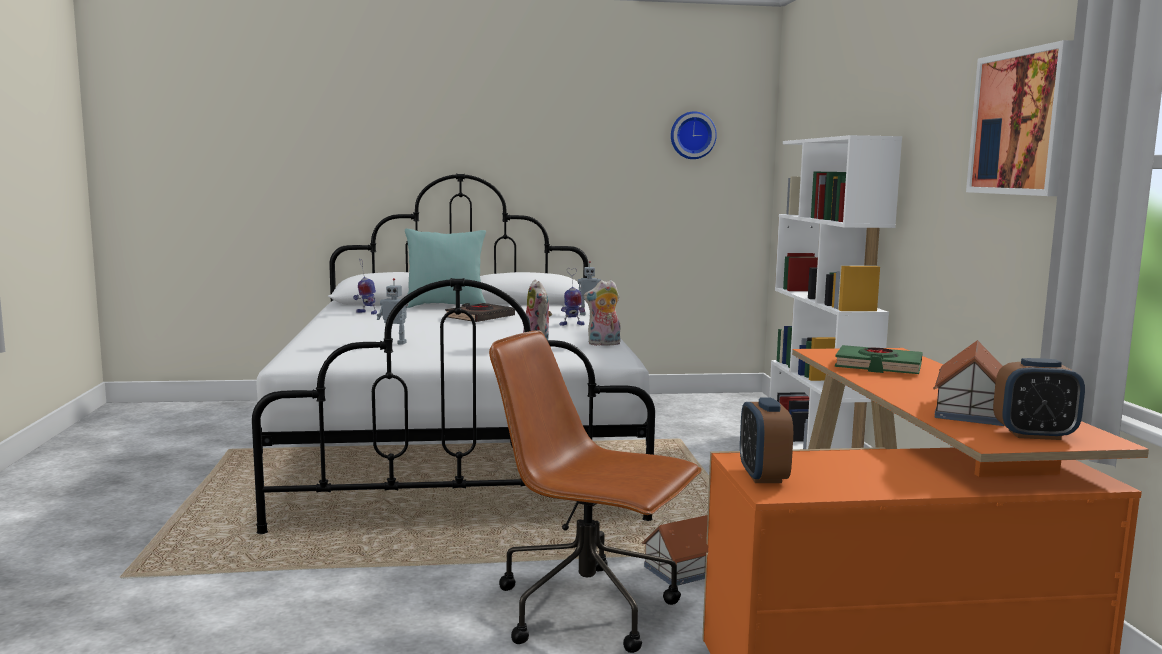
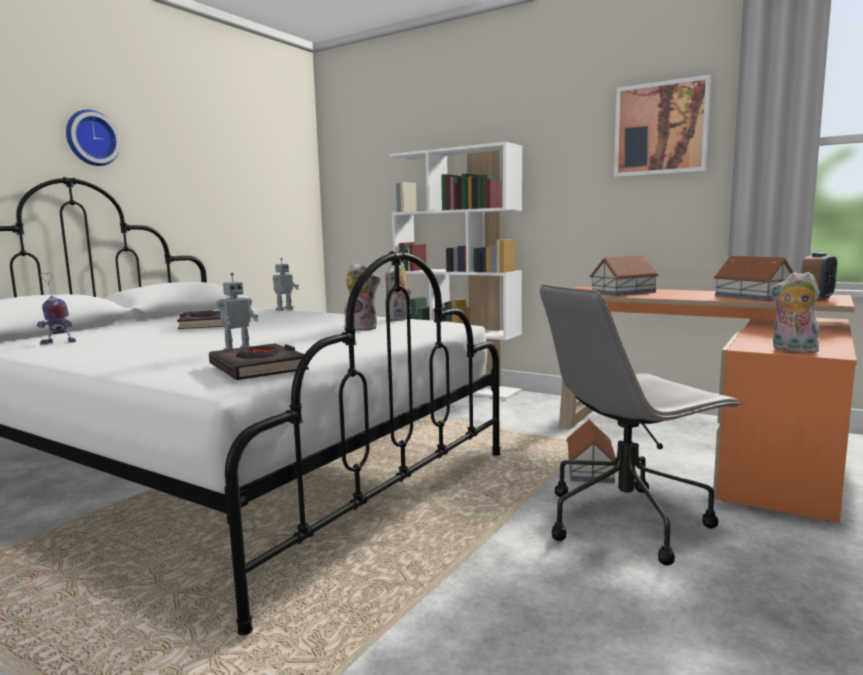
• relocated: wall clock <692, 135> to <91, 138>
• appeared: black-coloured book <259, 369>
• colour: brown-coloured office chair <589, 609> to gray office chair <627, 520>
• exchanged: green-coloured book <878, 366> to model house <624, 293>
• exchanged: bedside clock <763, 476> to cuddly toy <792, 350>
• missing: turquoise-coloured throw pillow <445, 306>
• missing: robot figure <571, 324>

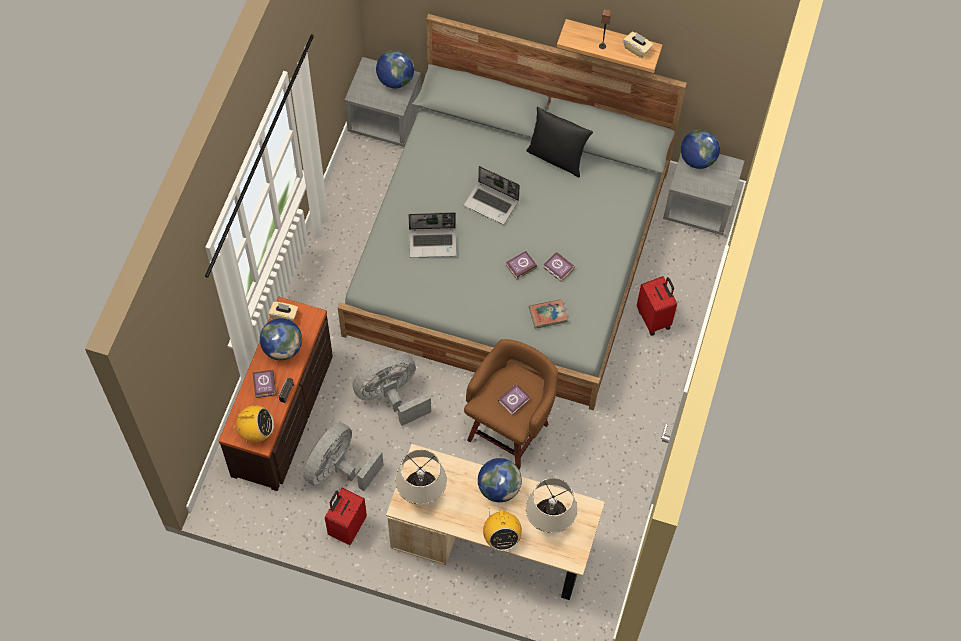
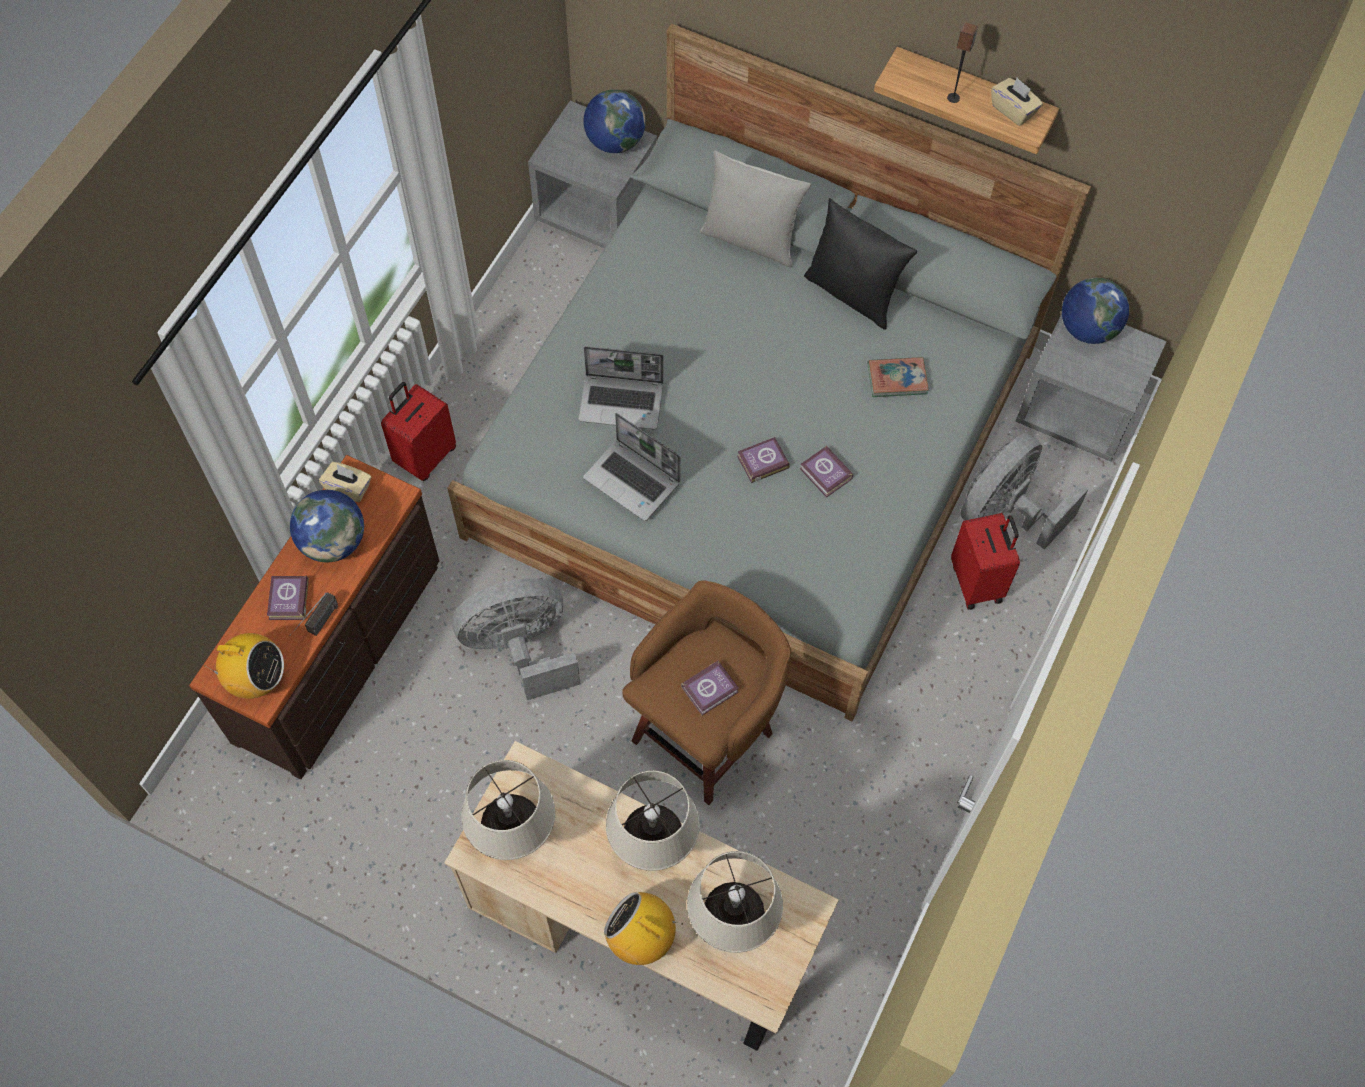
• relocated: red-coloured suitcase <347, 526> to <425, 456>
• relocated: laptop <492, 203> to <633, 481>
• spun: radio <501, 537> = <641, 937> 120 degrees clockwise
• exchanged: globe <499, 487> to beige-coloured tabletop lamp <653, 844>
• appeared: gray throw pillow <751, 239>
• relocated: book <548, 315> to <897, 379>
• relocated: gray fan <339, 469> to <1005, 512>

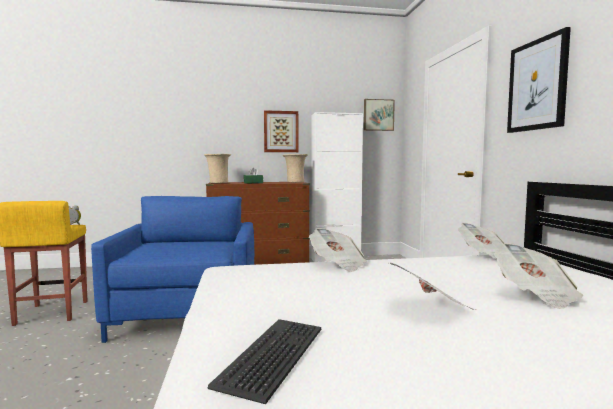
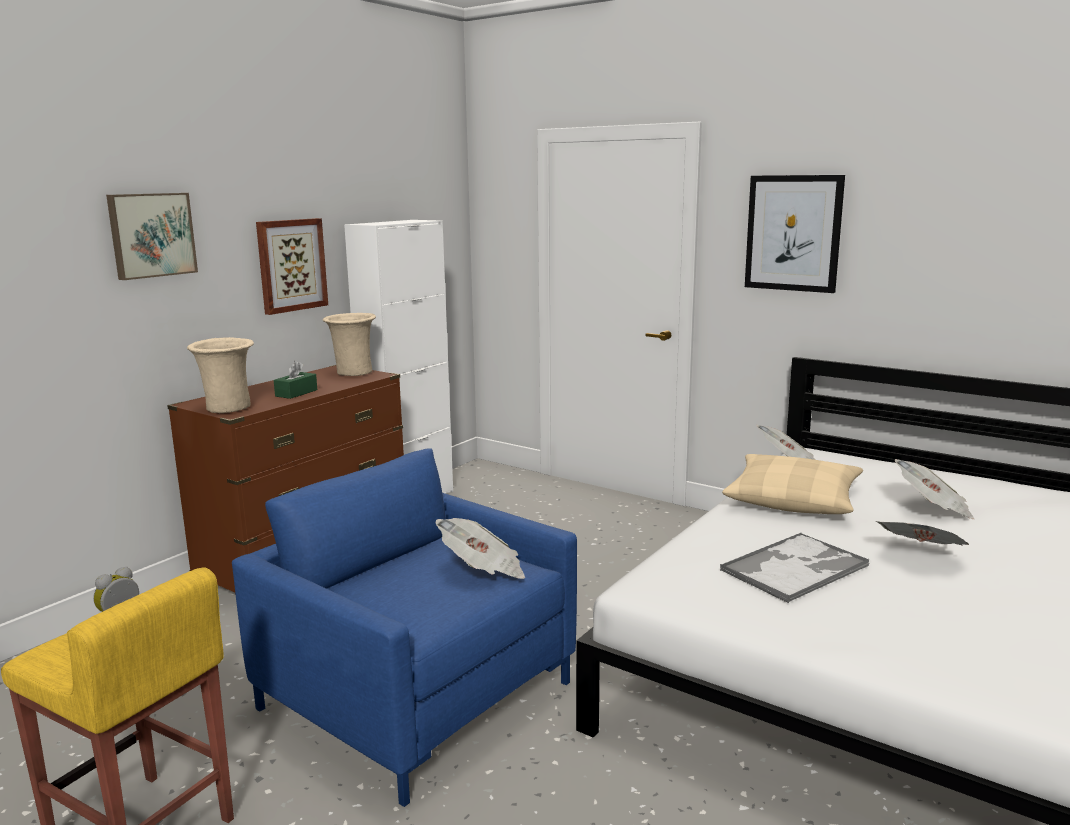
• relocated: wall art <378, 115> to <151, 235>
• relocated: daily paper <337, 264> to <483, 570>
• appeared: carrying tray <795, 568>
• appeared: beige-coloured throw pillow <793, 498>
• missing: PC keyboard <274, 356>

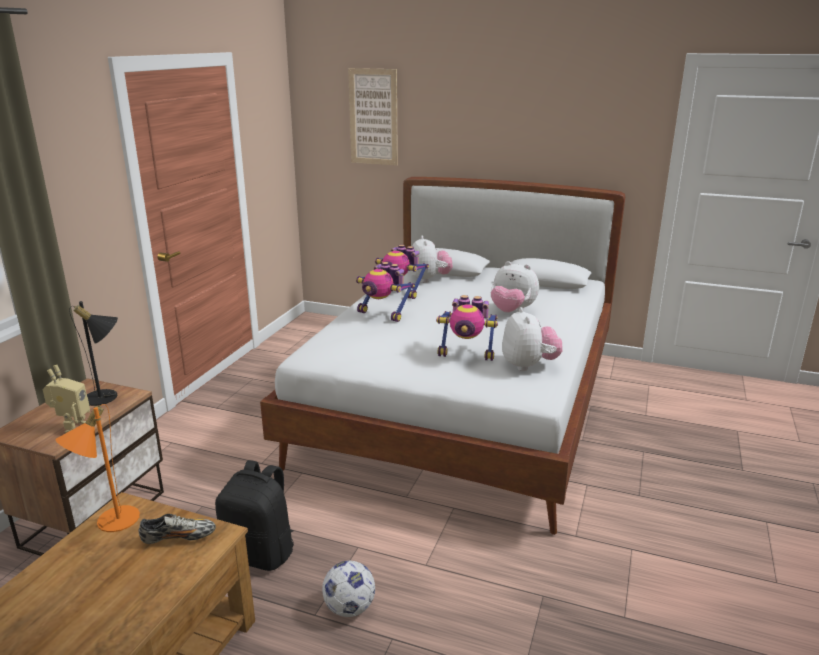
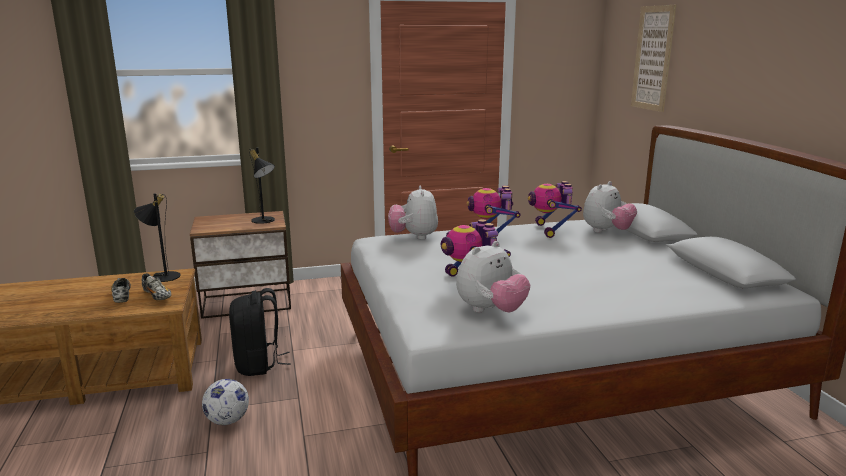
• appeared: low shoe <122, 296>
• colour: orange tabletop lamp <109, 521> to black-coloured tabletop lamp <162, 275>
• relocated: cuddly toy <512, 311> to <414, 237>
• missing: robot figure <72, 427>

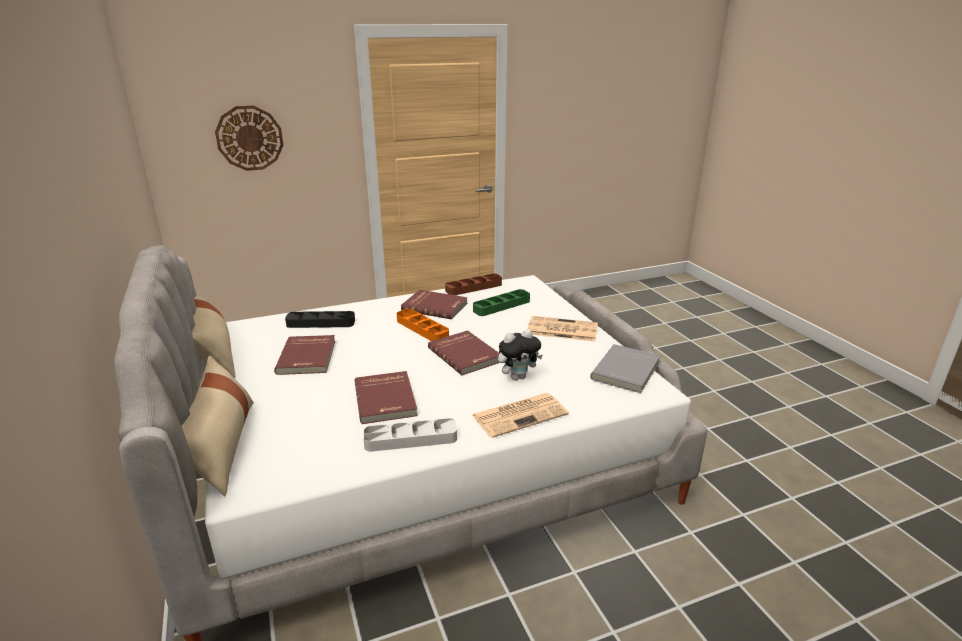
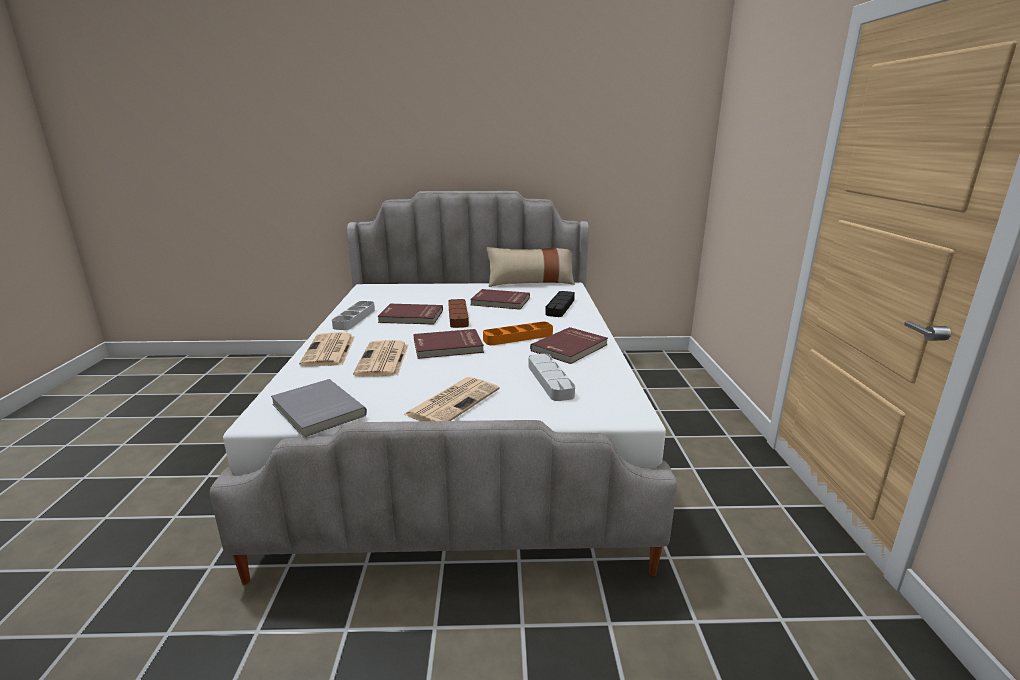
• exchanged: cuddly toy <518, 377> to daily paper <383, 360>
• relocated: brown-coloured carrying tray <473, 287> to <458, 316>
• colour: green-coloured carrying tray <501, 306> to gray carrying tray <550, 380>
• missing: beige-coloured throw pillow <222, 445>
• missing: wall clock <249, 138>

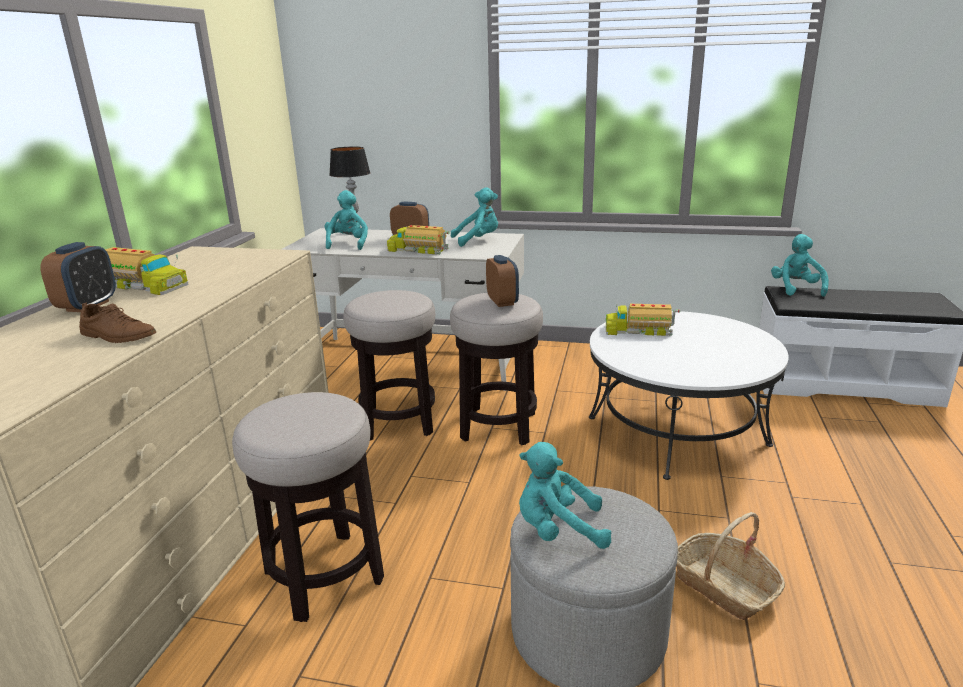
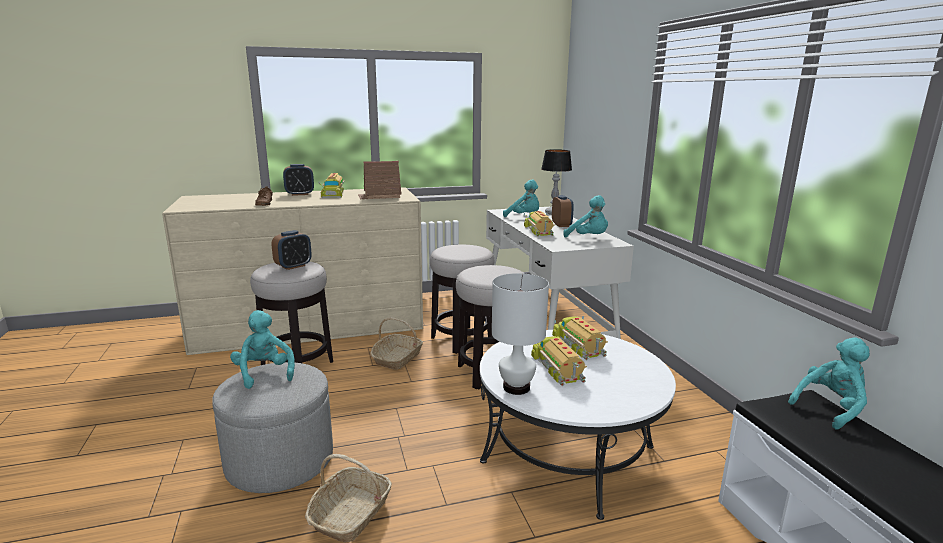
• relocated: bedside clock <502, 302> to <293, 266>
• appeared: model house <380, 196>
• appeared: storage basket <397, 358>
• appeared: whitish tabletop lamp <515, 387>
• spun: turquoise-coloured cuddly toy <348, 244> = <524, 217> 60 degrees clockwise
• appeared: model truck <558, 368>

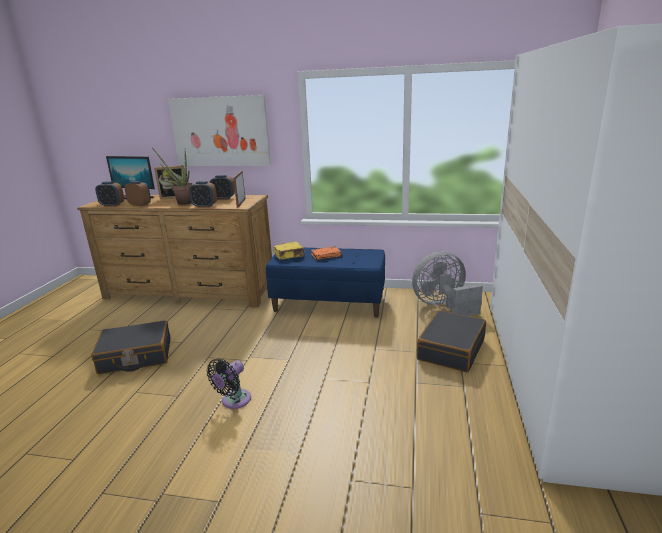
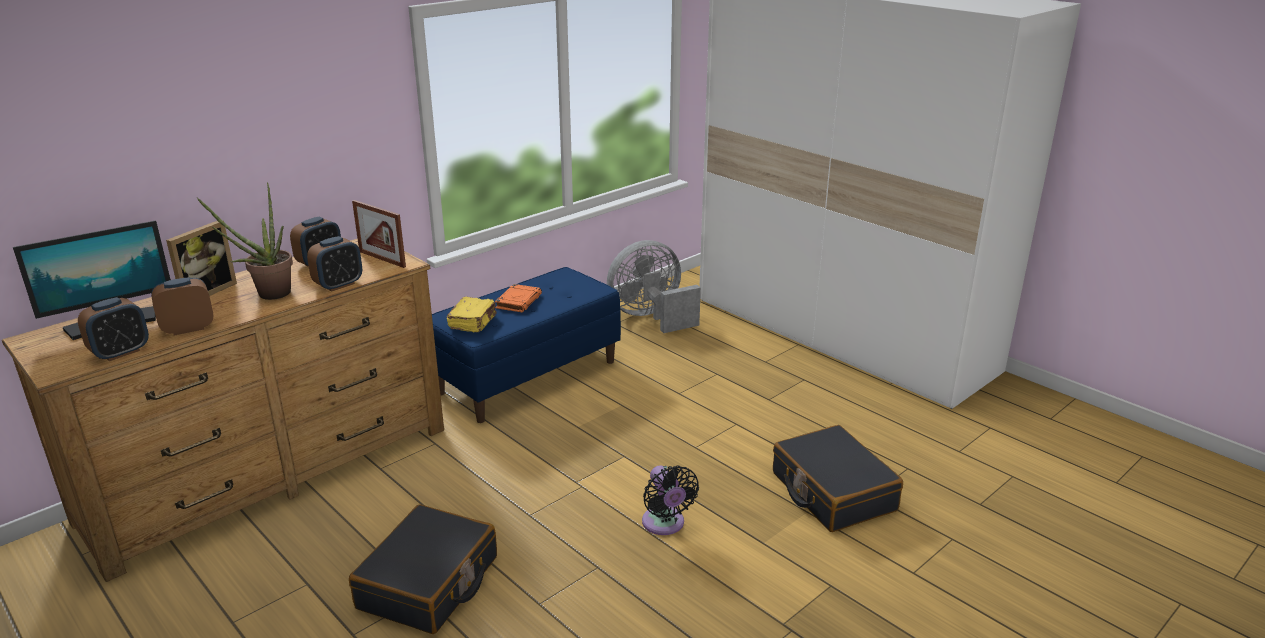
• spun: gray fan <443, 306> = <651, 317> 45 degrees clockwise
• relocated: black-coloured suitcase <450, 349> to <832, 492>
• missing: wall art <220, 131>

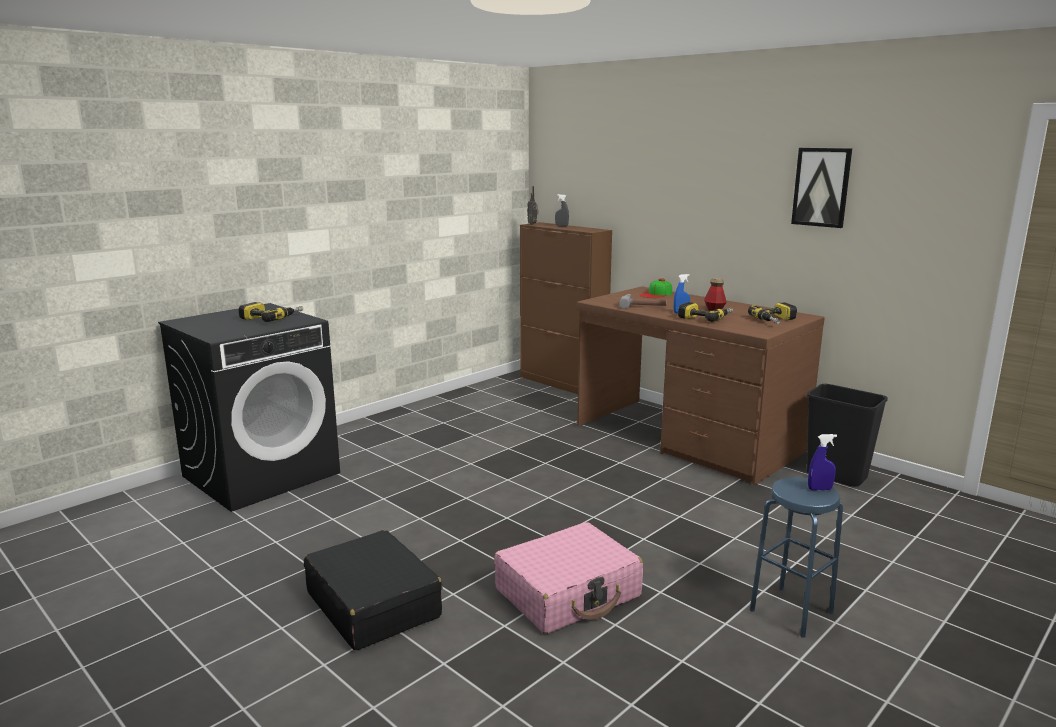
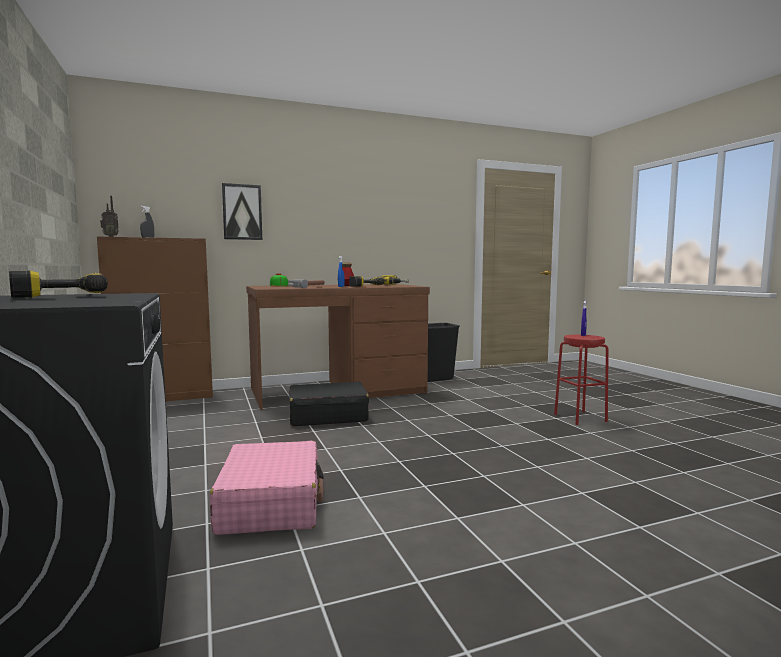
• relocated: pinkish suitcase <568, 593> to <271, 503>
• relocated: wall art <821, 187> to <242, 212>
• relocated: black-coloured suitcase <373, 604> to <327, 416>
• colour: bluish sitting stool <791, 611> to red-coloured sitting stool <580, 417>

